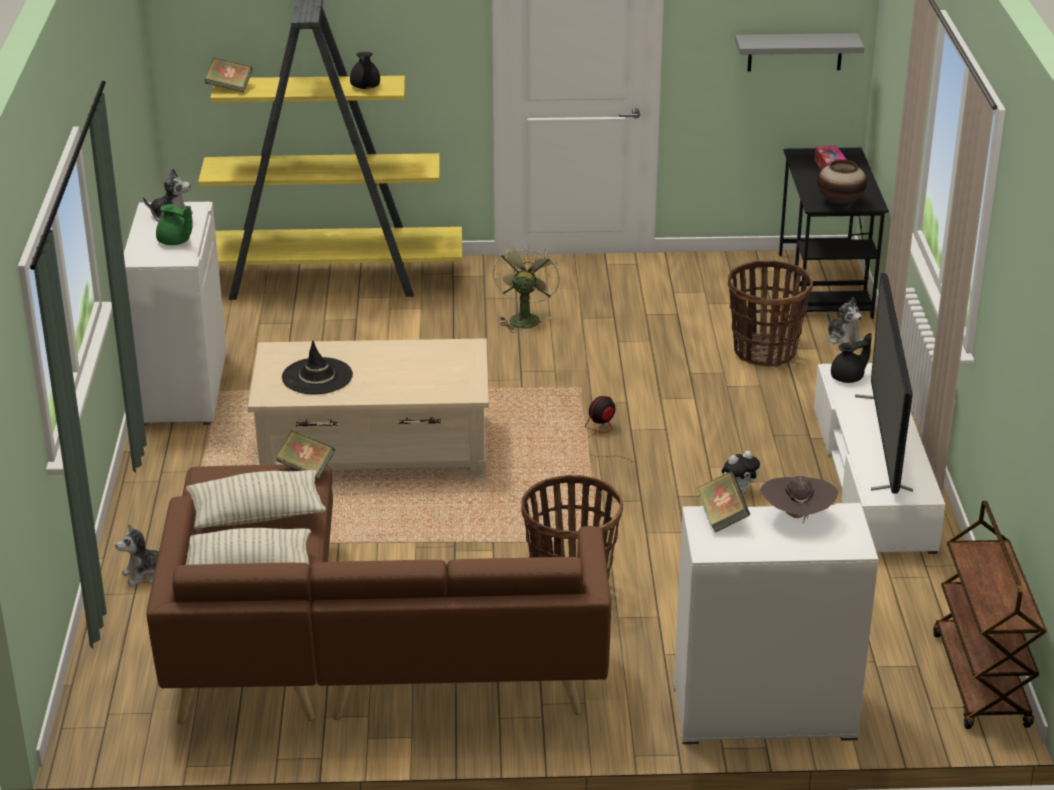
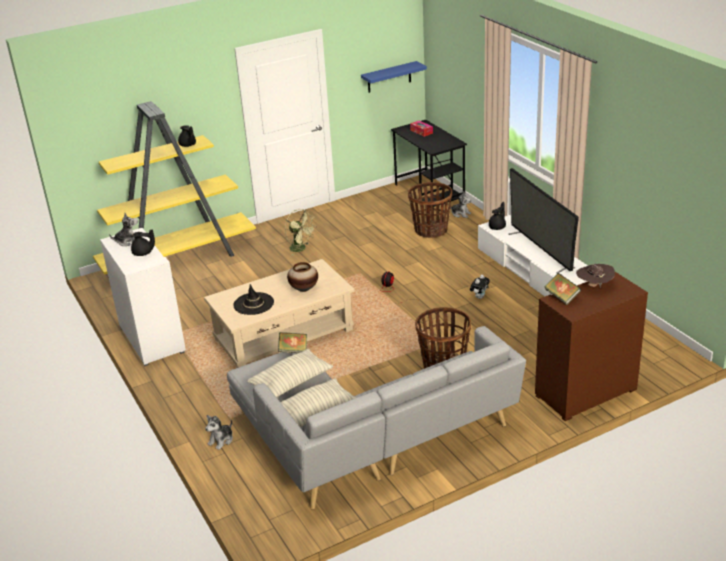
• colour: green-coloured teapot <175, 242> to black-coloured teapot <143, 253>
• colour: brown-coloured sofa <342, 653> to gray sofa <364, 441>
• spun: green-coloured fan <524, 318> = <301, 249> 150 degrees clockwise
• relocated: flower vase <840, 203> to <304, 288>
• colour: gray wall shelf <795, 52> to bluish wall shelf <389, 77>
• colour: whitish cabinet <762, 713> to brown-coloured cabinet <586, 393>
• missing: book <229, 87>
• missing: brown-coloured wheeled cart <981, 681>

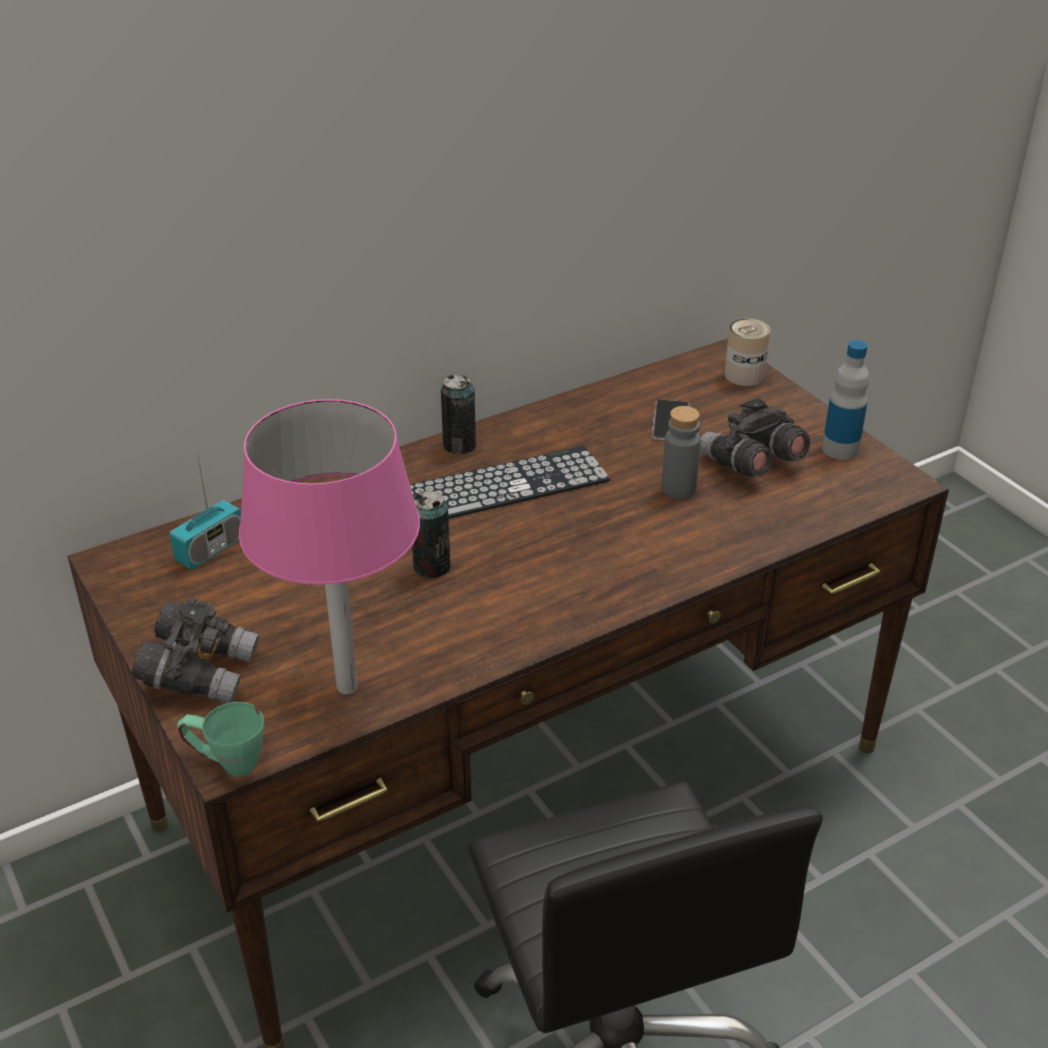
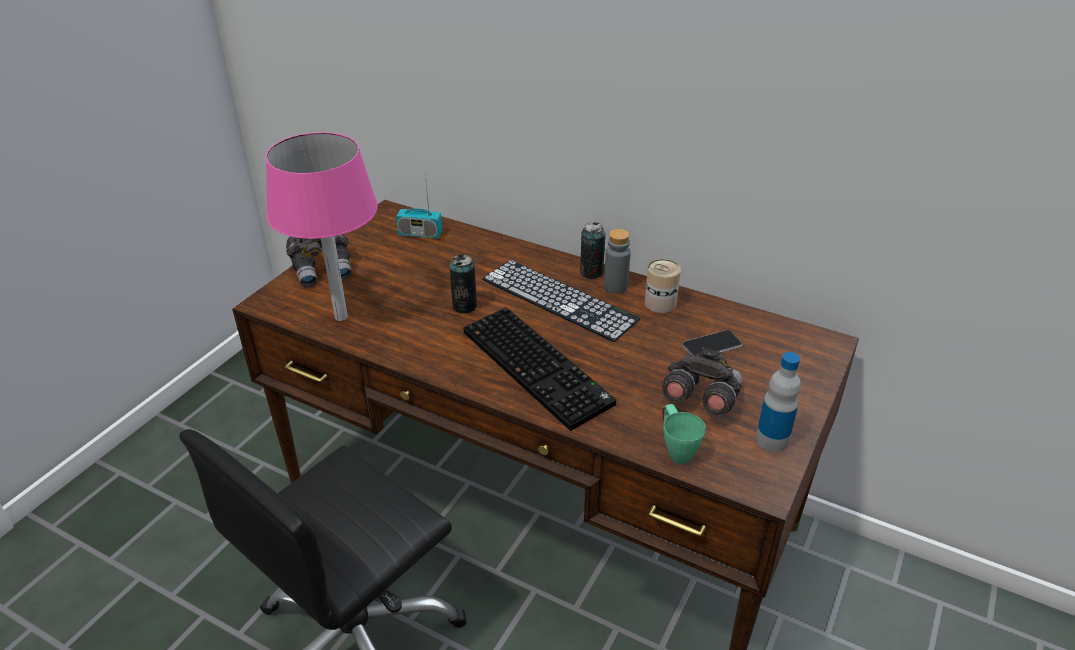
• appeared: PC keyboard <539, 367>
• relocated: gray beverage bottle <678, 488> to <615, 287>
• relocated: metal can <744, 375> to <660, 303>
• relocated: green-coloured mug <226, 763> to <676, 449>

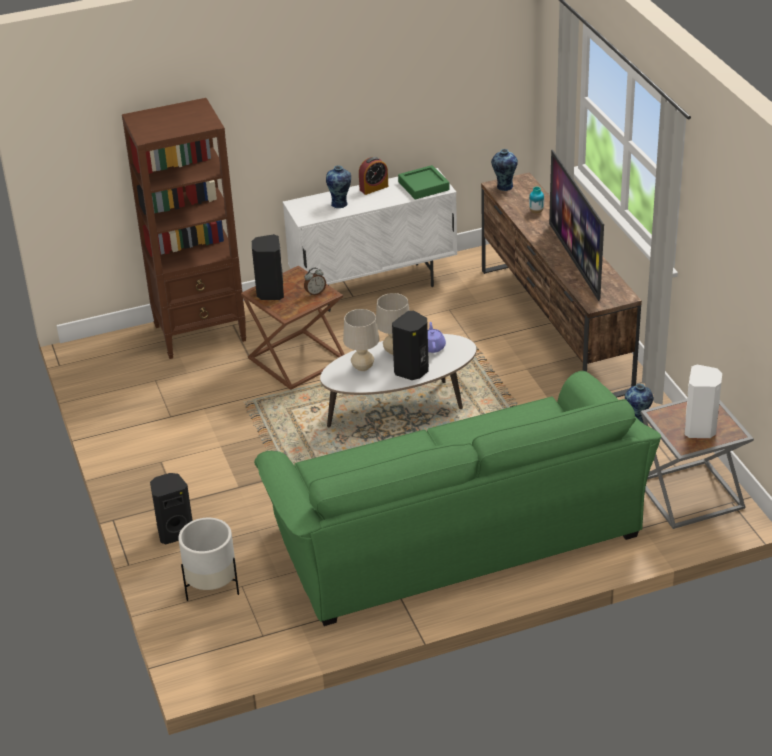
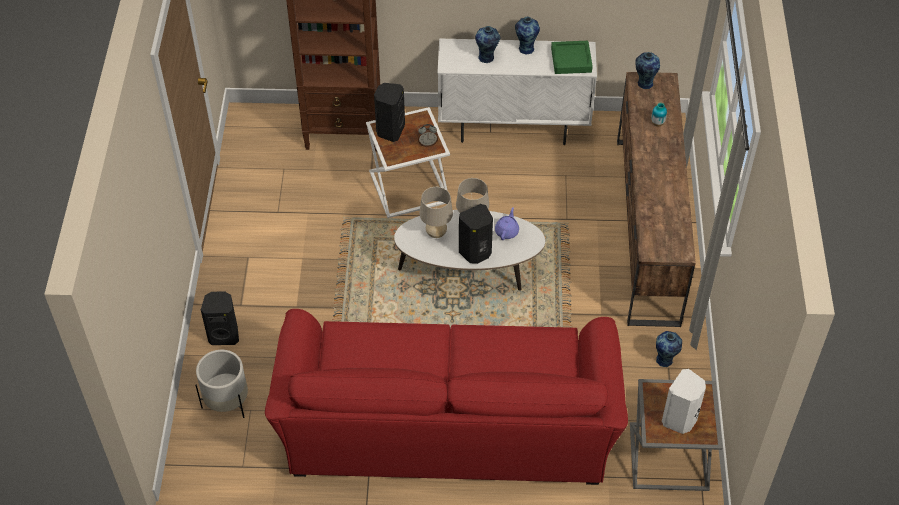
• colour: green-coloured sofa <455, 531> to red-coloured sofa <447, 420>
• colour: brown-coloured side table <297, 359> to whitish side table <410, 186>
• exchanged: bedside clock <374, 188> to flower vase <526, 48>
• missing: TV set <576, 261>

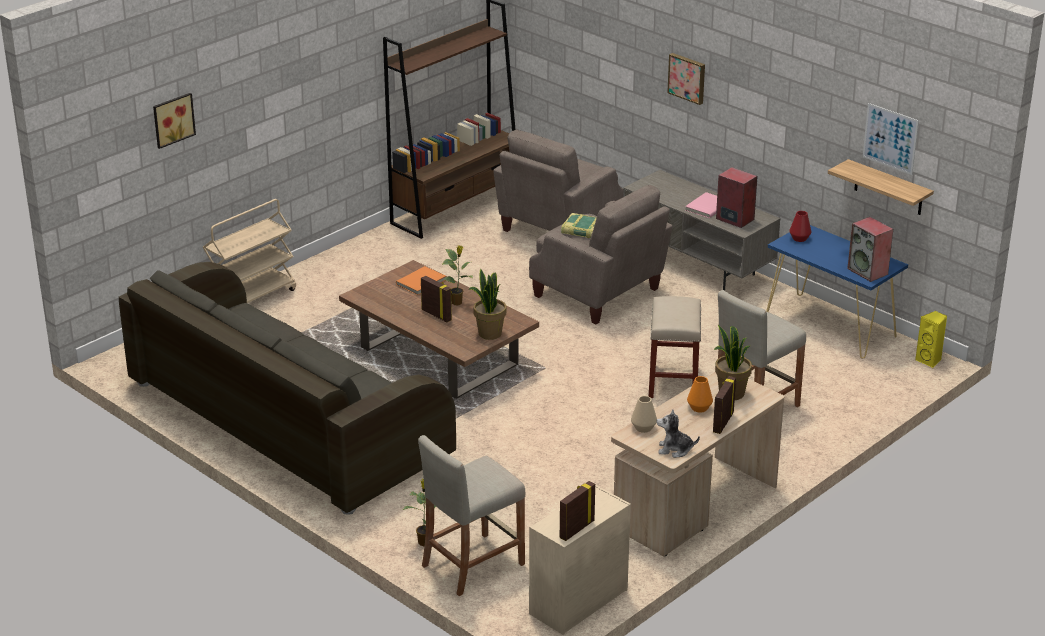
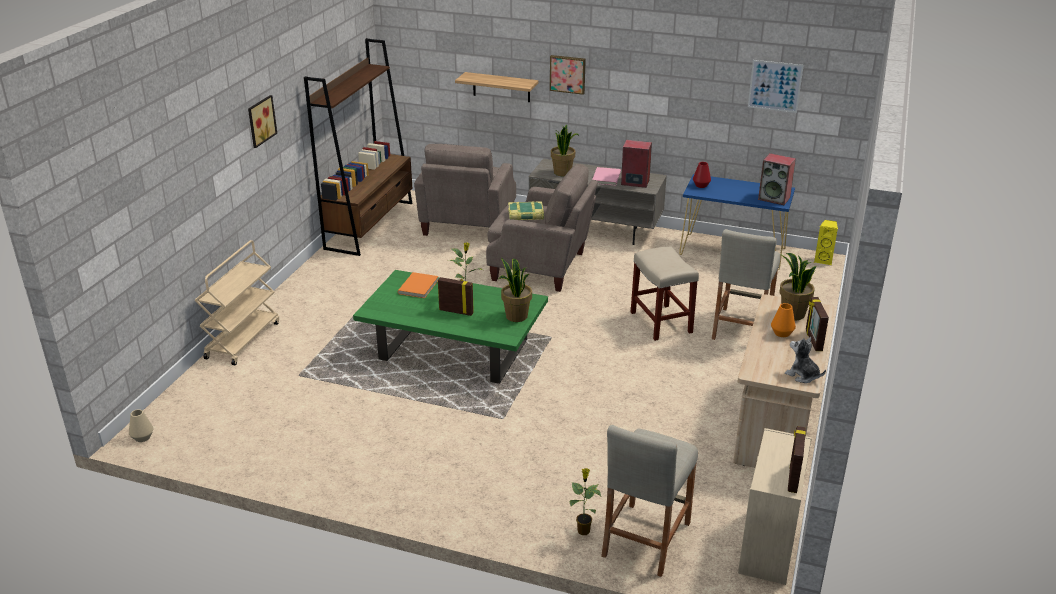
• relocated: beige-coloured flower vase <643, 428> to <142, 437>
• relocated: wall art <172, 119> to <260, 121>
• colour: brown-coloured lounge table <437, 356> to green-coloured lounge table <452, 350>
• relocated: wall shelf <888, 188> to <501, 87>
• appeared: plant in a pot <563, 173>
• spun: cuddly toy <675, 450> = <802, 375> 60 degrees clockwise
• missing: gray sofa <286, 421>

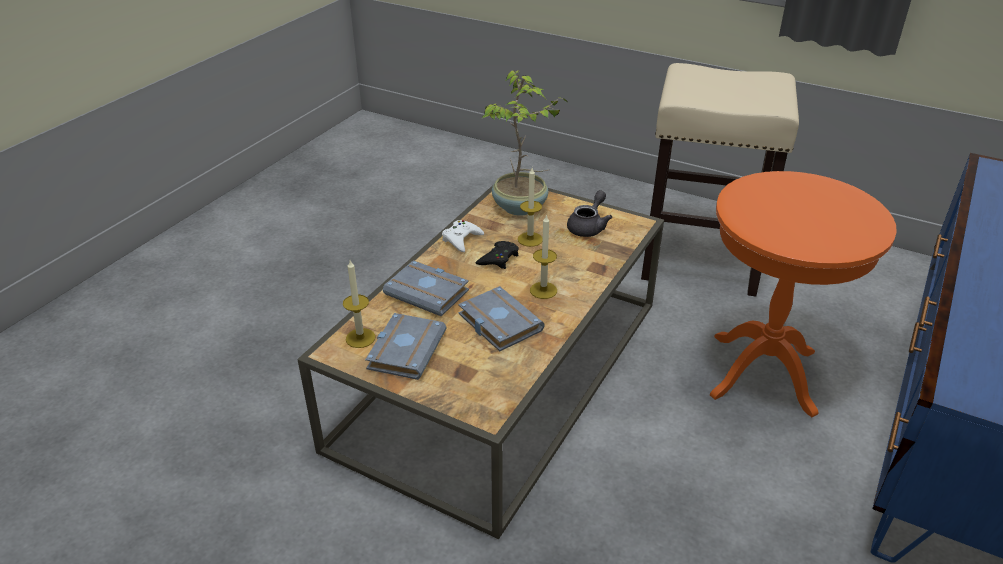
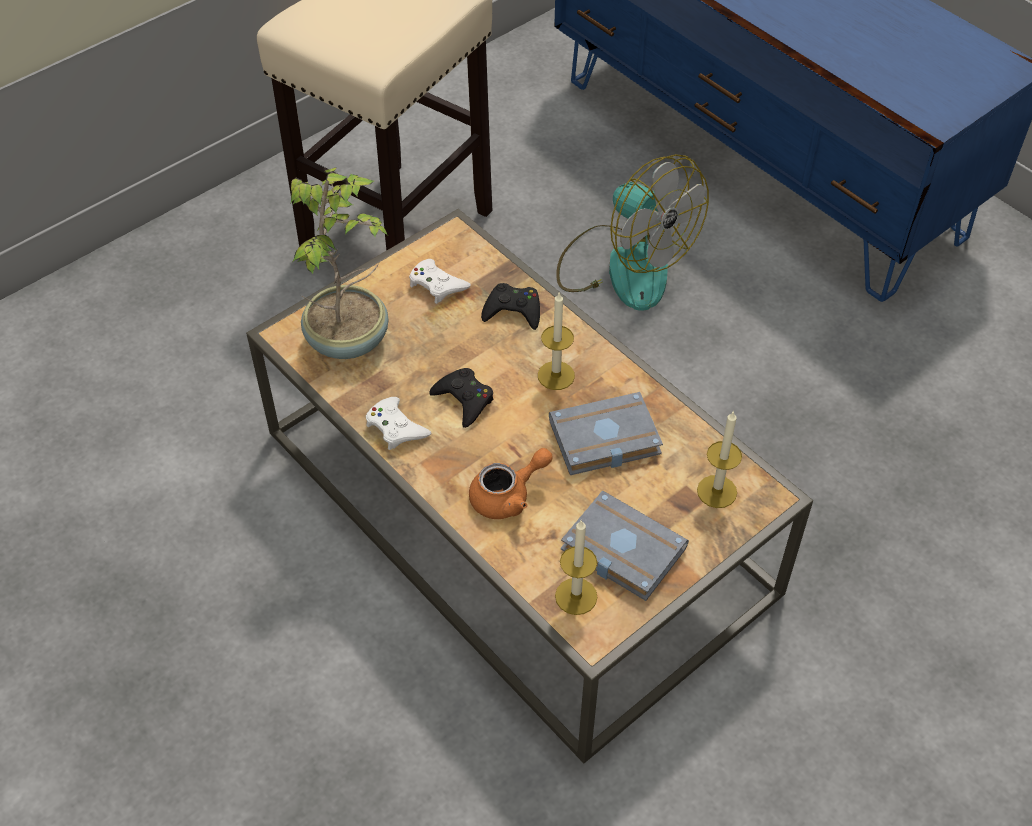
• exchanged: gray teapot <588, 227> to whitish joypad <437, 285>
• exchanged: gray book <429, 292> to orange teapot <508, 496>
• appeared: black-coloured joypad <513, 311>
• exchanged: orange side table <763, 373> to fan <624, 265>
• relocated: wax candle <530, 239> to <717, 491>

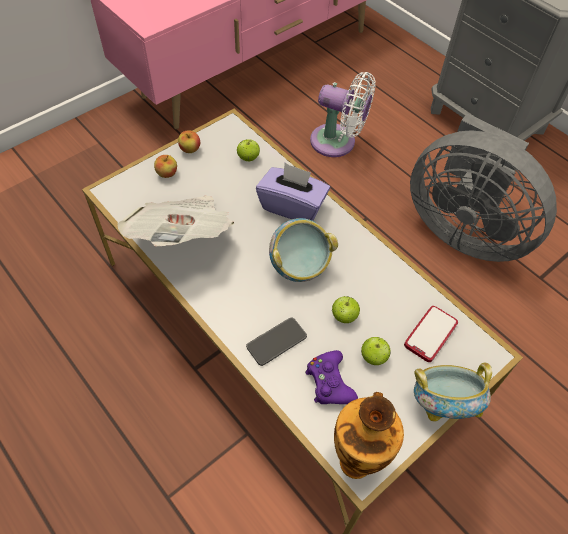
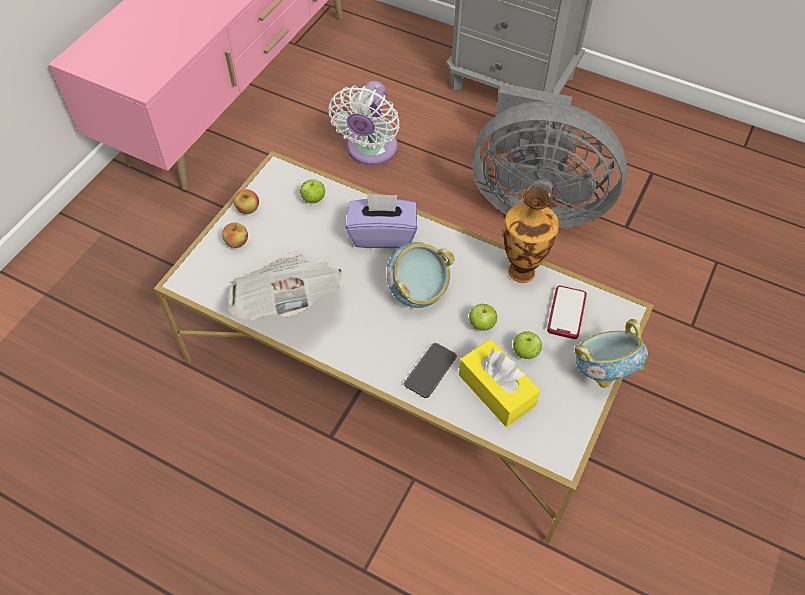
• spun: whitish fan <337, 143> = <370, 151> 105 degrees clockwise
• exchanged: purplish joypad <329, 382> to yellow-coloured box of tissues <496, 390>
• relocated: flower vase <357, 460> to <522, 270>

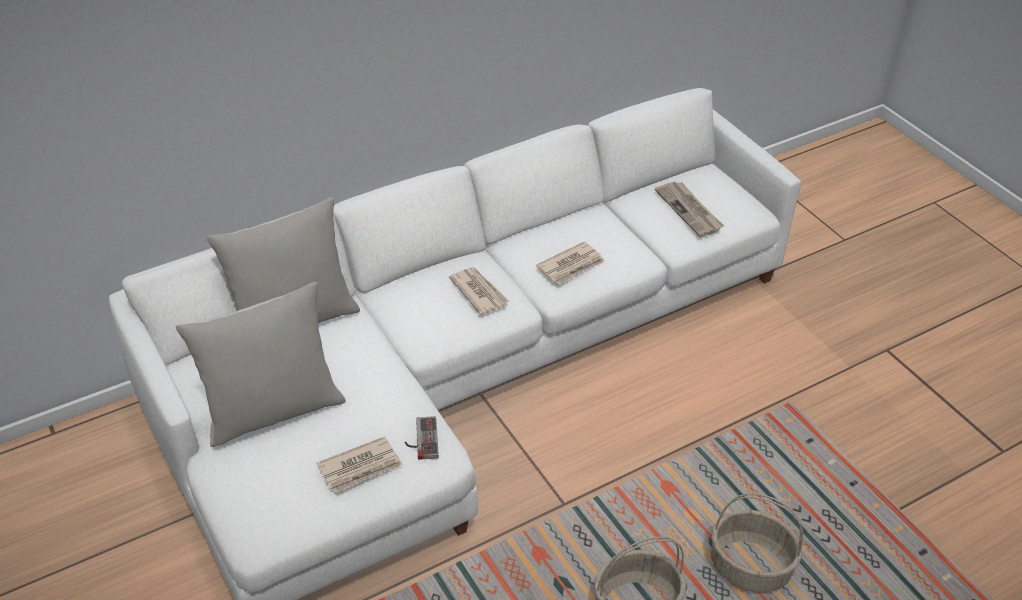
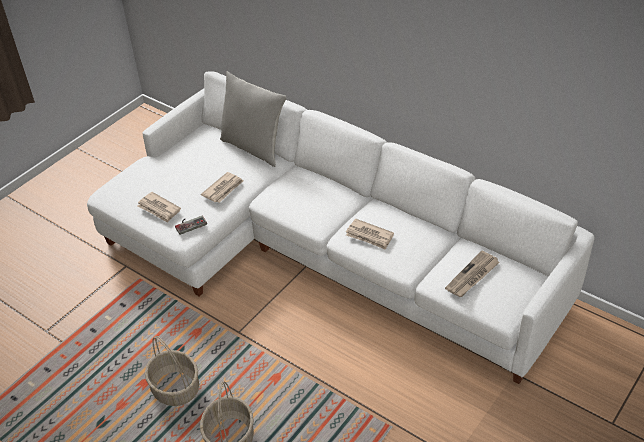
• relocated: daily paper <479, 292> to <223, 189>
• missing: gray throw pillow <273, 411>

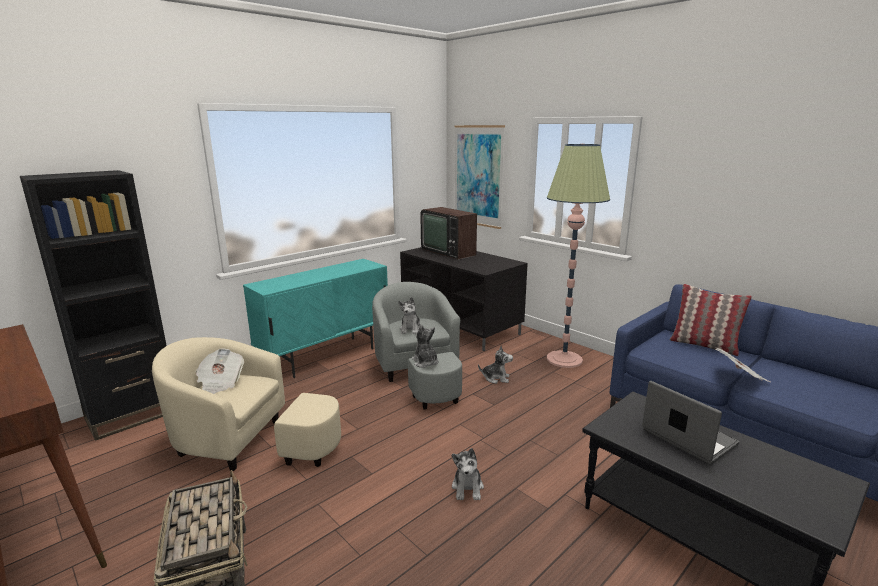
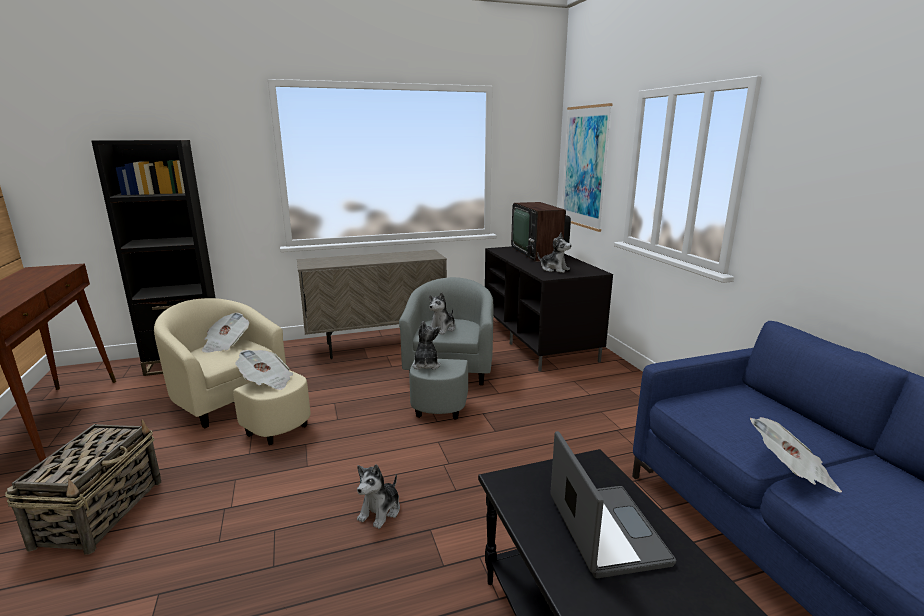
• appeared: daily paper <267, 382>
• colour: turquoise-coloured cabinet <326, 356> to beige-coloured cabinet <377, 345>
• relocated: cuddly toy <496, 378> to <554, 269>
• missing: standard lamp <564, 359>
• missing: throw pillow <704, 345>

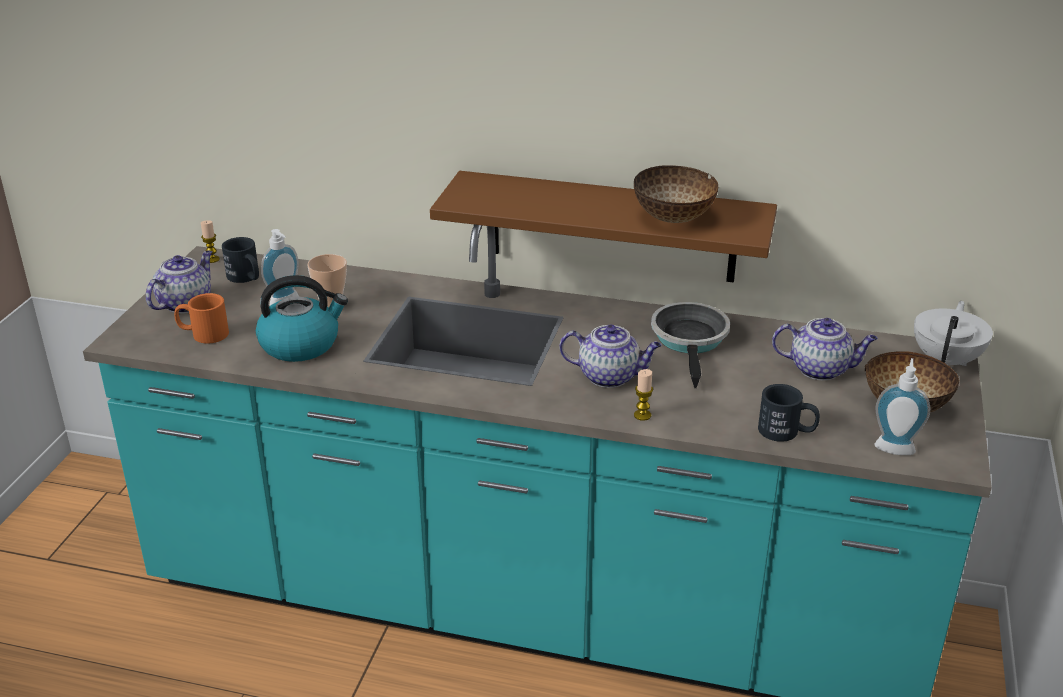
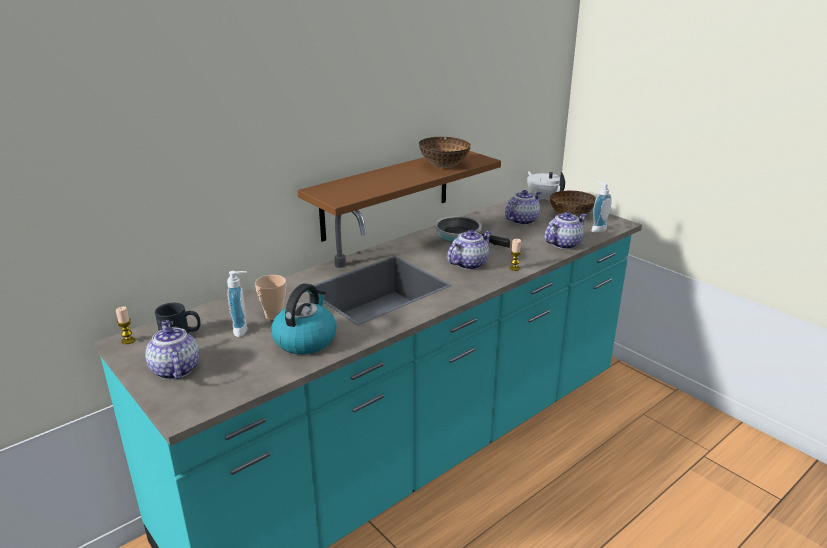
• exchanged: black-coloured mug <787, 432> to teapot <564, 244>
• missing: orange mug <203, 334>

